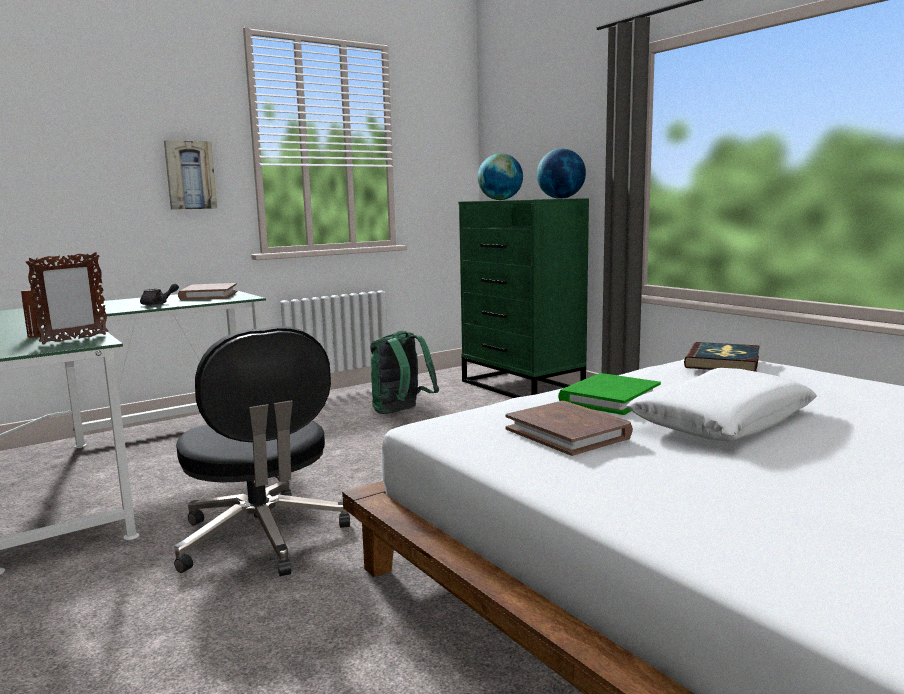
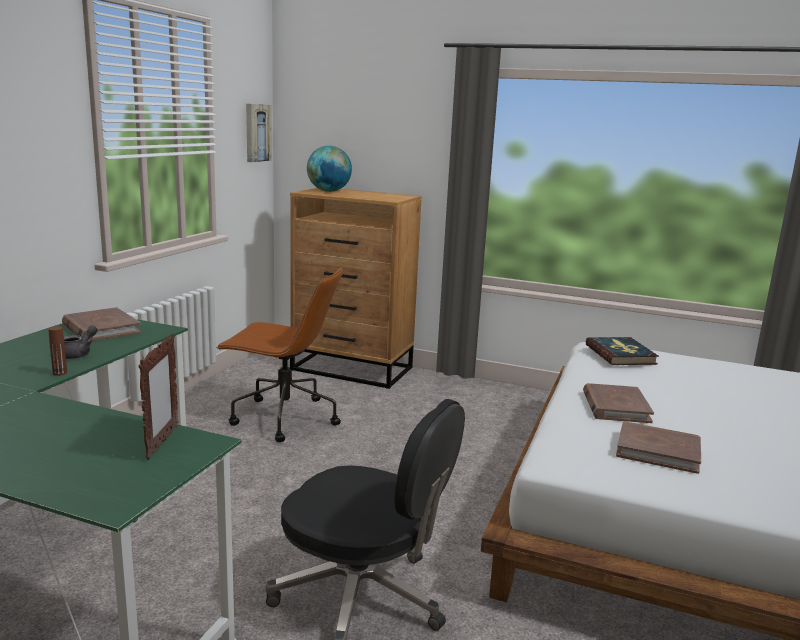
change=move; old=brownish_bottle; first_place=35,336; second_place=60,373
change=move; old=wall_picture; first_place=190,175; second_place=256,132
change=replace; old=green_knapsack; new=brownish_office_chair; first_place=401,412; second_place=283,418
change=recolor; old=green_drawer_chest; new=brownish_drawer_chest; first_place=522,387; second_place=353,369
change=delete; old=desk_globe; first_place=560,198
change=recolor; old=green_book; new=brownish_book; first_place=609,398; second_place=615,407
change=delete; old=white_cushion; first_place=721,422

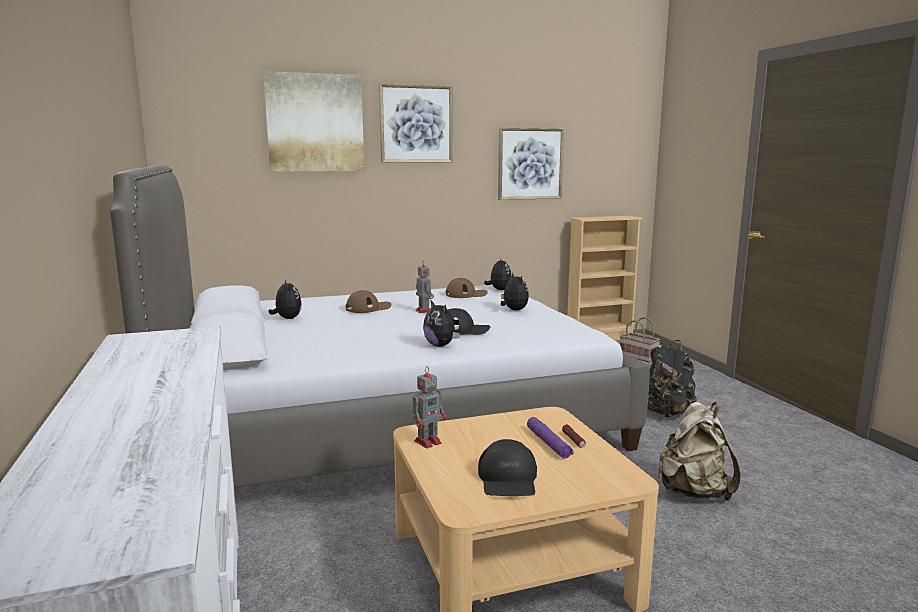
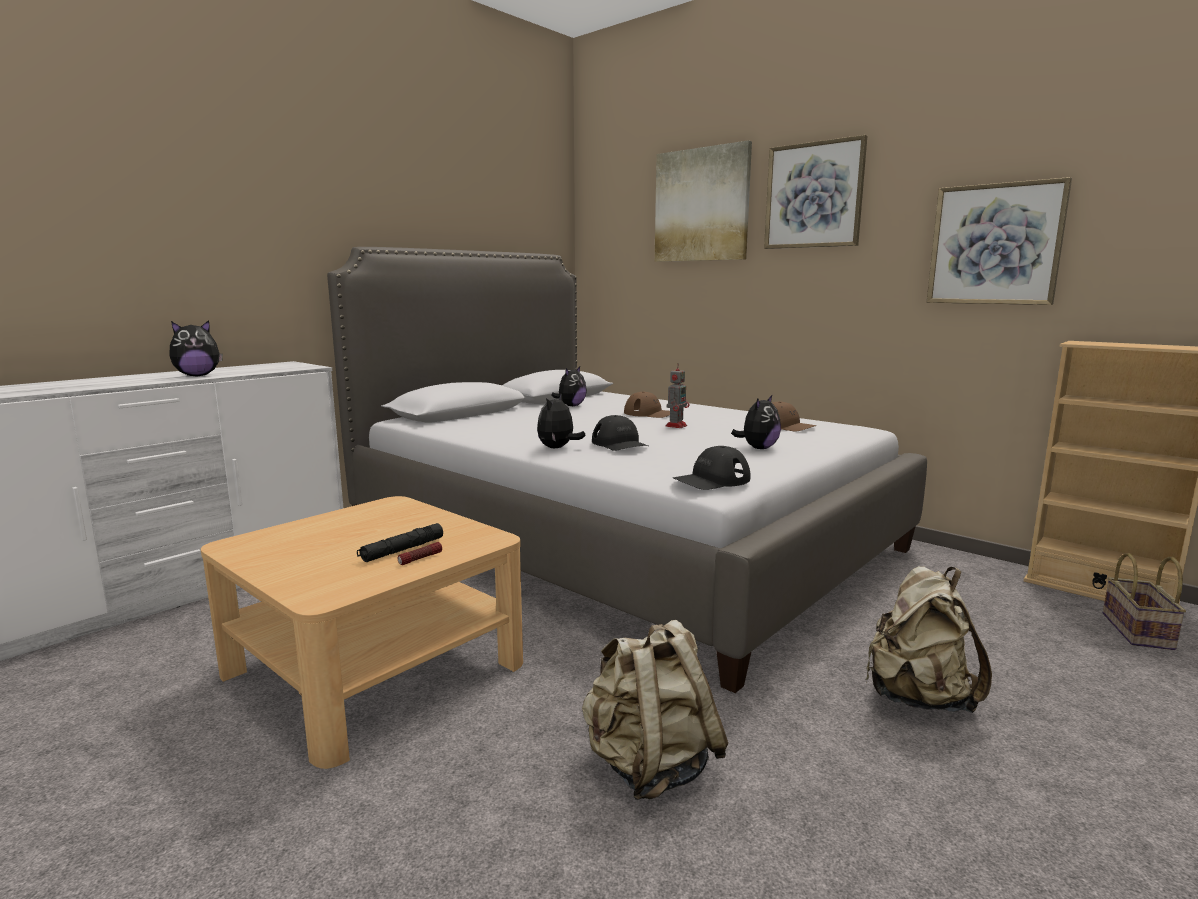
change=delete; old=robot_figure; first_place=429,441
change=move; old=black_peaked_cap; first_place=508,479; second_place=711,480
change=move; old=plush_toy; first_place=499,290; second_place=197,376
change=recolor; old=purple_flashlight; new=black_flashlight; first_place=548,443; second_place=402,550
change=recolor; old=black_knapsack; new=beige-coloured_knapsack; first_place=665,413; second_place=917,698

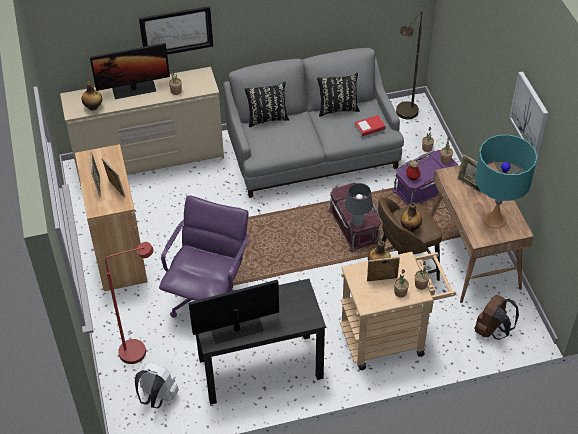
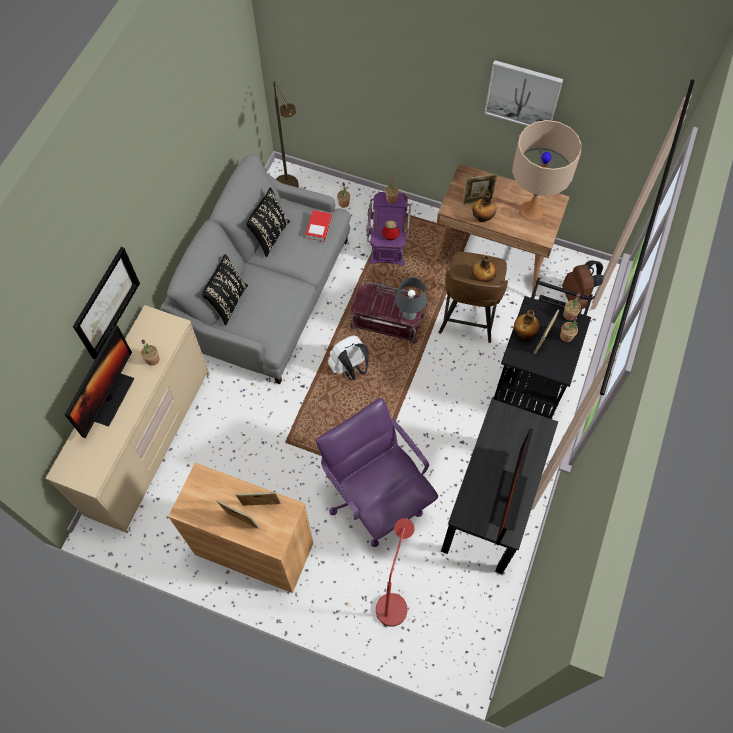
change=move; old=bottle; first_place=93,107; second_place=483,217
change=move; old=white_knapsack; first_place=157,397; second_place=349,368
change=recolor; old=beige-coloured_cart; new=black_cart; first_place=390,337; second_place=531,377
change=recolor; old=blue-green_table_lamp; new=beige-coloured_table_lamp; first_place=494,220; second_place=531,211

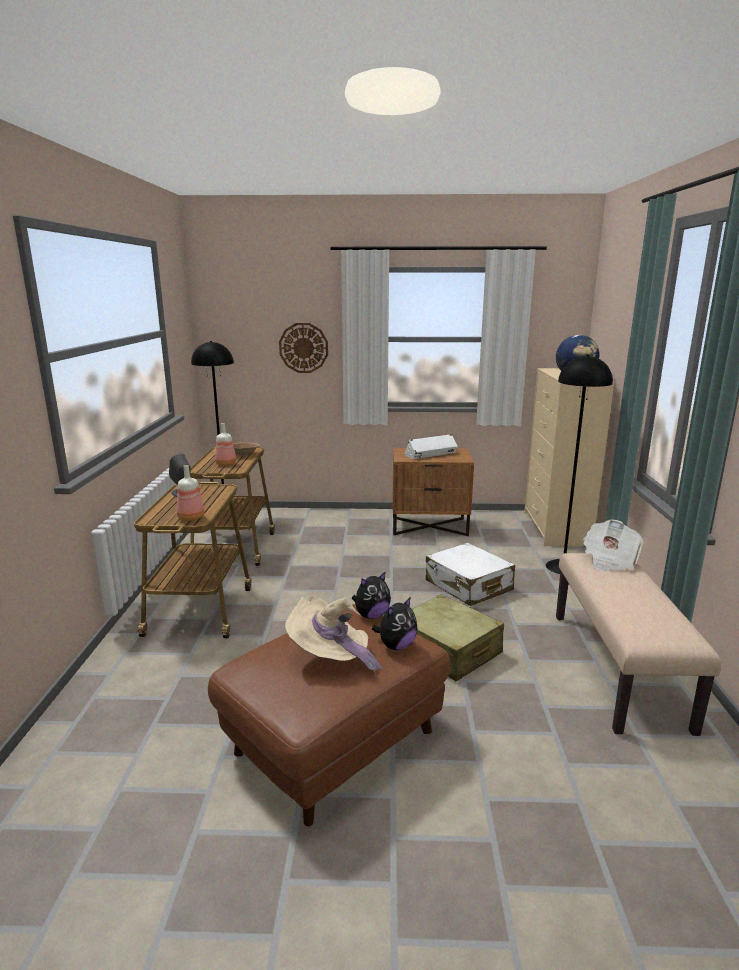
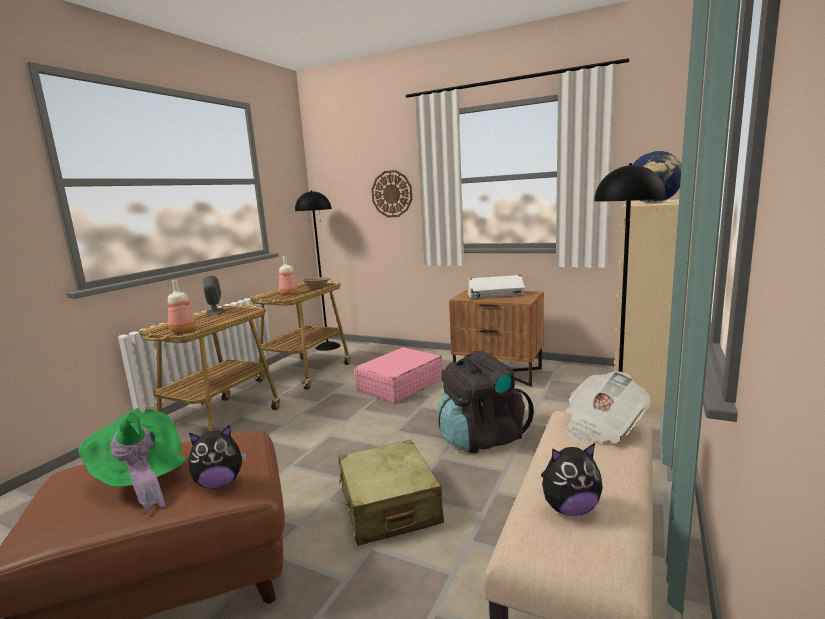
change=recolor; old=beige-coloured_hat; new=green_hat; first_place=331,658; second_place=142,482
change=move; old=plush_toy; first_place=371,615; second_place=569,509
change=replace; old=white_travel_case; new=black_knapsack; first_place=468,586; second_place=481,438
change=insert; new=pink_travel_case; second_place=399,385

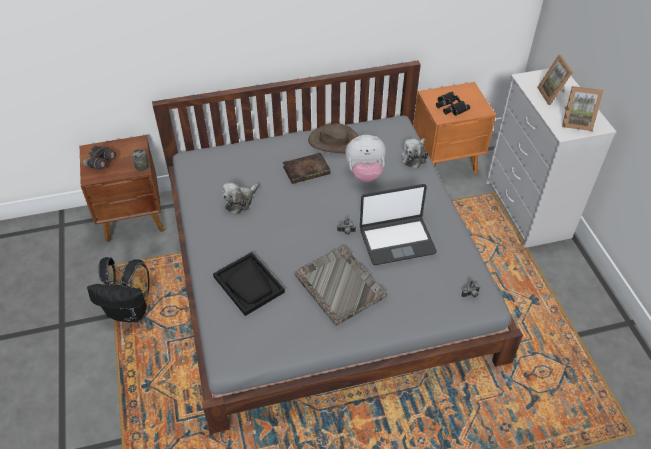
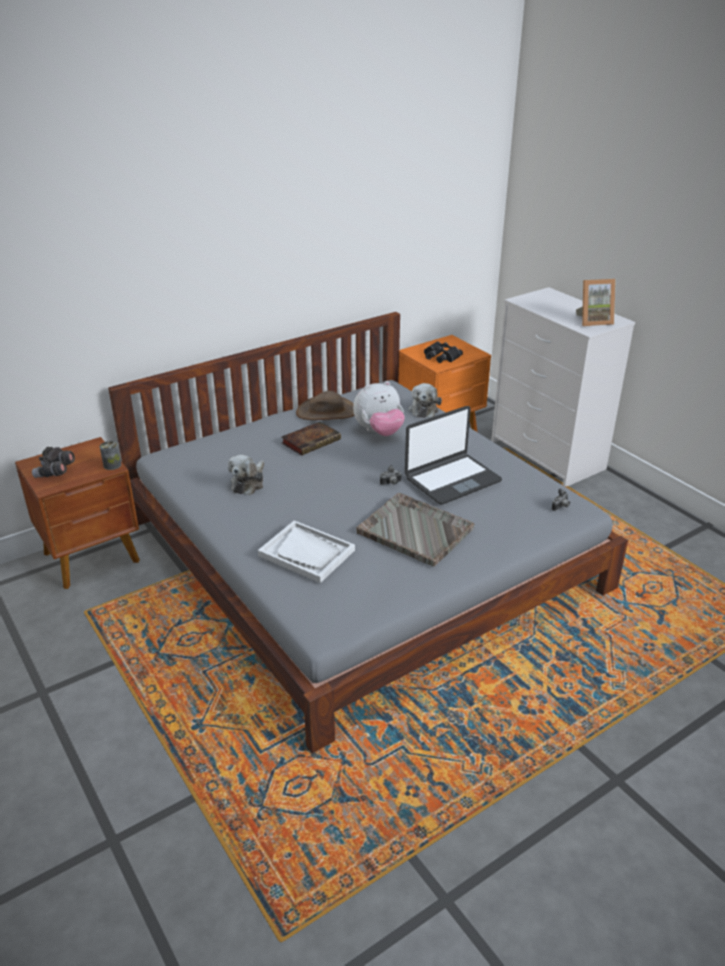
change=delete; old=black_knapsack; first_place=129,311
change=recolor; old=black_tray; new=white_tray; first_place=249,284; second_place=307,553
change=delete; old=standing_frame; first_place=553,95

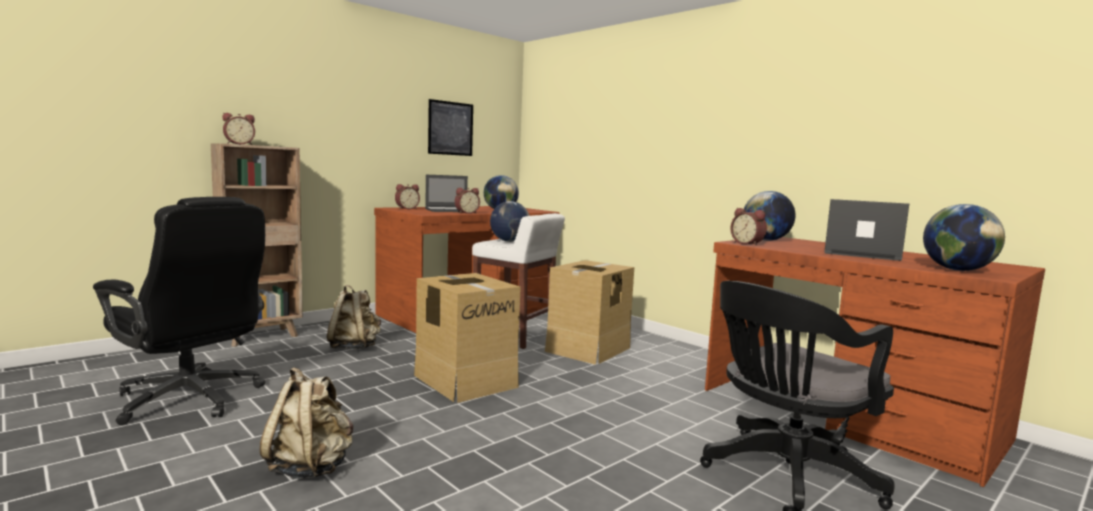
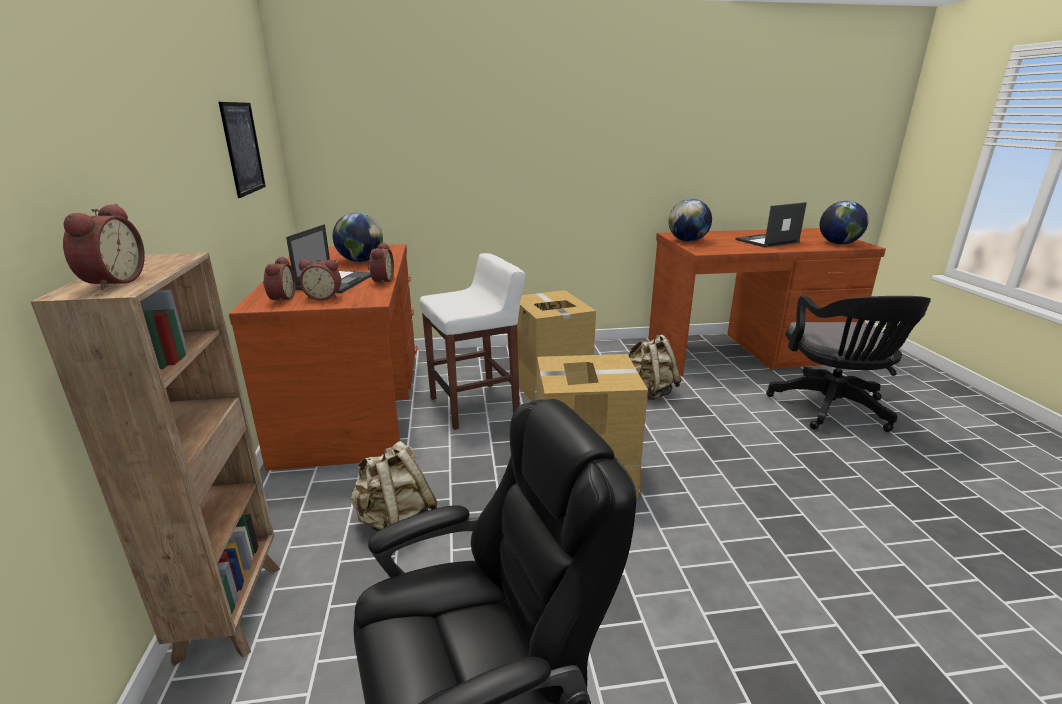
change=move; old=beige-coloured_knapsack; first_place=311,467; second_place=648,392
change=delete; old=desk_globe; first_place=510,241
change=move; old=bedside_clock; first_place=748,243; second_place=324,297

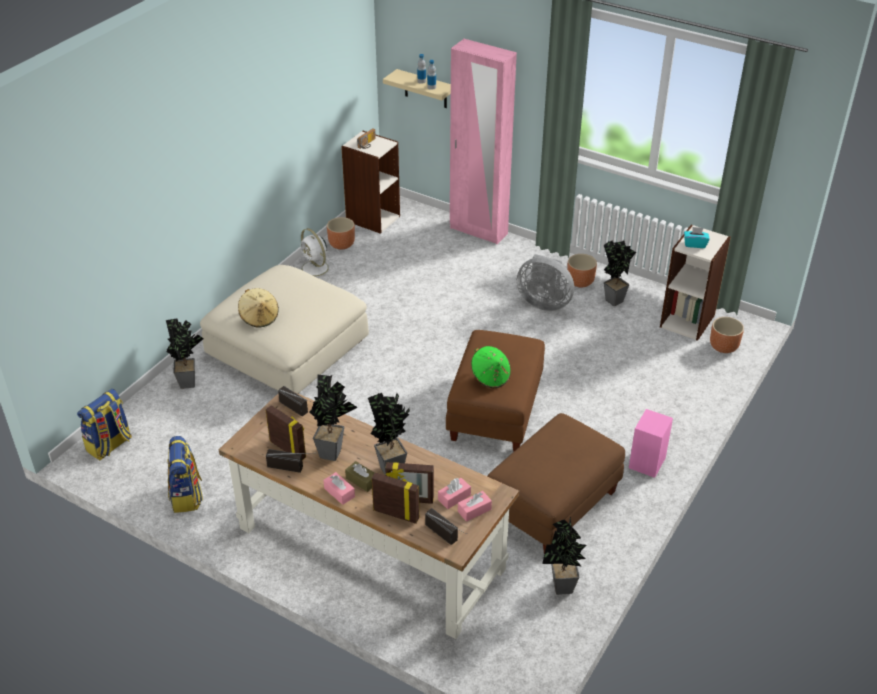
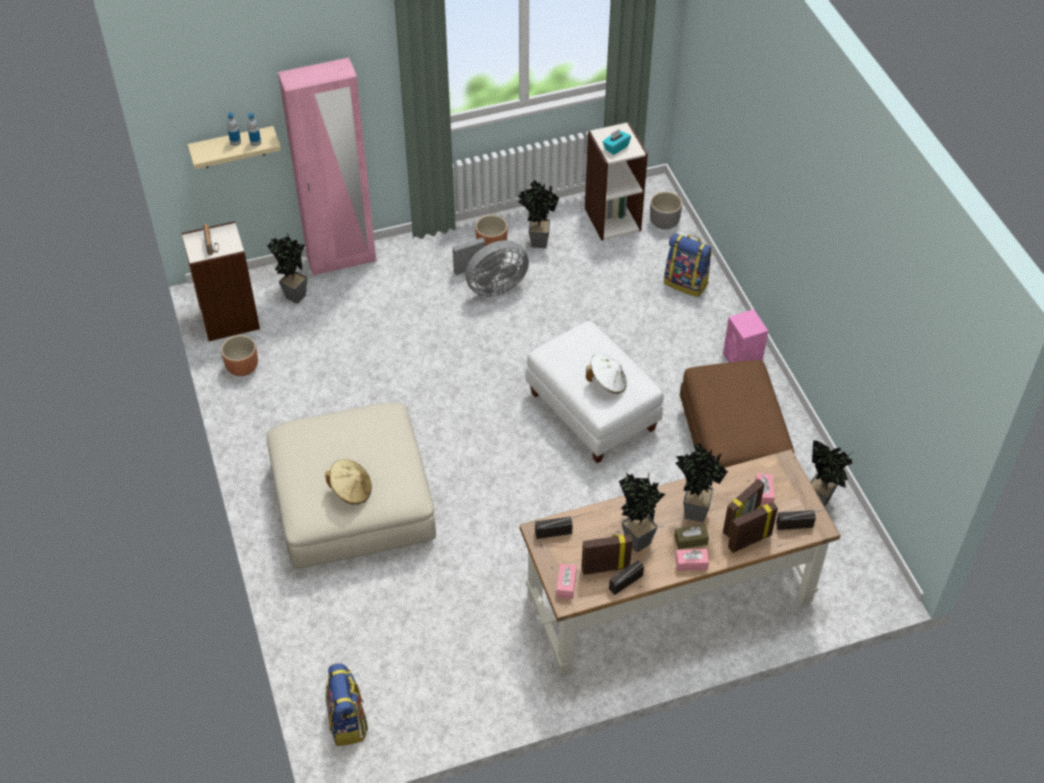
change=move; old=houseplant; first_place=189,381; second_place=294,294
change=move; old=knapsack; first_place=187,496; second_place=686,283
change=delete; old=white_cooling_fan; first_place=315,269
change=recolor; old=brownish_footrest; new=white_footrest; first_place=496,412; second_place=593,411
change=move; old=pink_tissue_box; first_place=474,510; second_place=566,584
change=recolor; old=green_hat; new=white_hat; first_place=490,377; second_place=607,383
change=recolor; old=brownish_planter; new=gray_planter; first_place=723,347; second_place=664,222

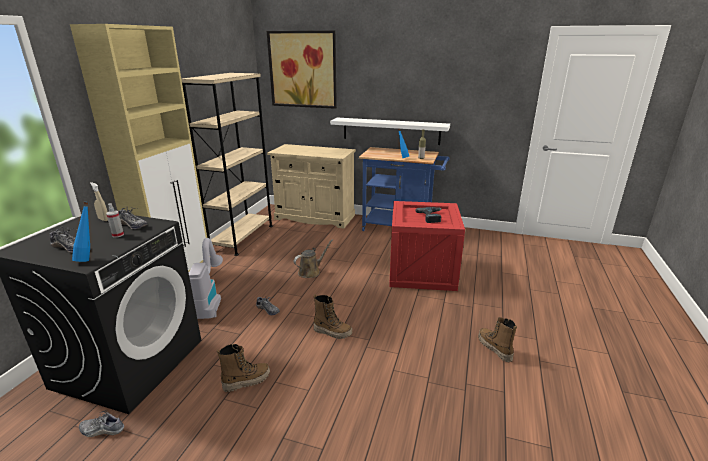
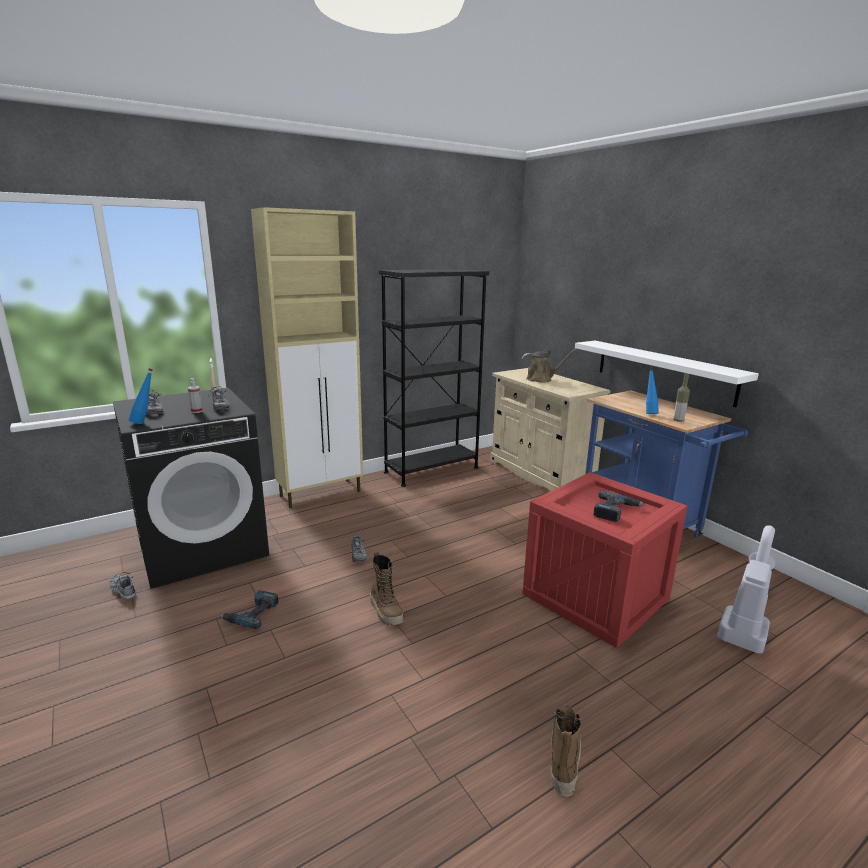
change=recolor; old=beige-coloured_bookcase; new=black_bookcase; first_place=242,237; second_place=431,470
change=move; old=hoover; first_place=209,301; second_place=745,621
change=replace; old=boot; new=electric_drill; first_place=246,381; second_place=252,613
change=delete; old=wall_picture; first_place=303,70
change=move; old=brownish_watering_pot; first_place=311,272; second_place=541,379

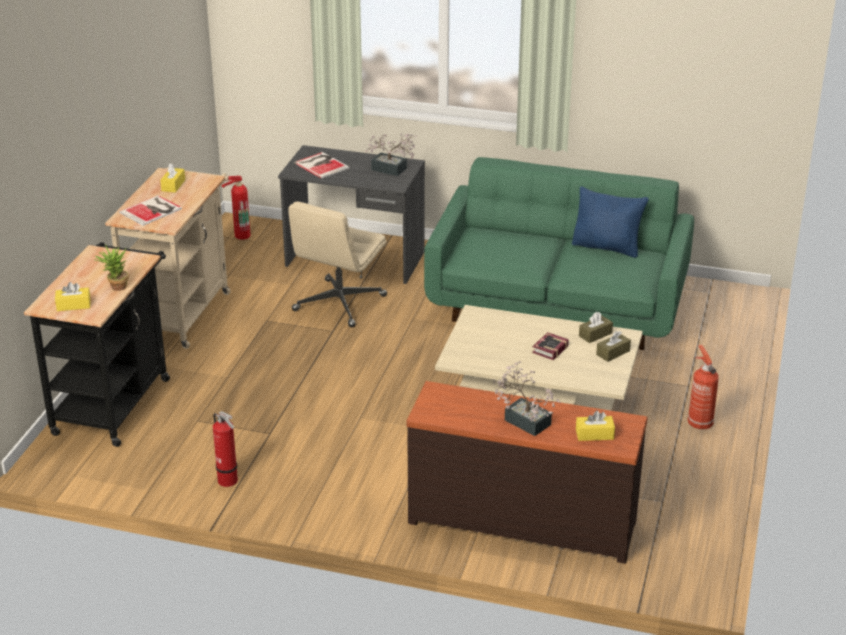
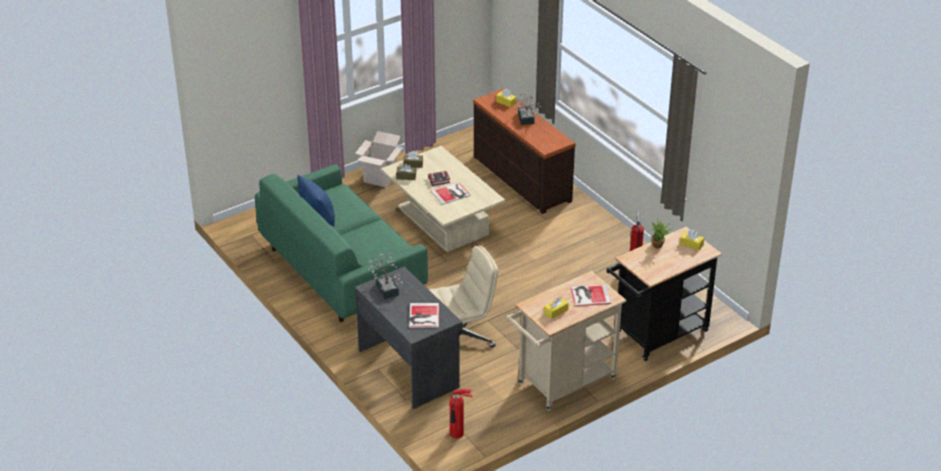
change=replace; old=extinguisher; new=packing_box; first_place=699,423; second_place=380,177
change=insert; new=book; second_place=451,193

